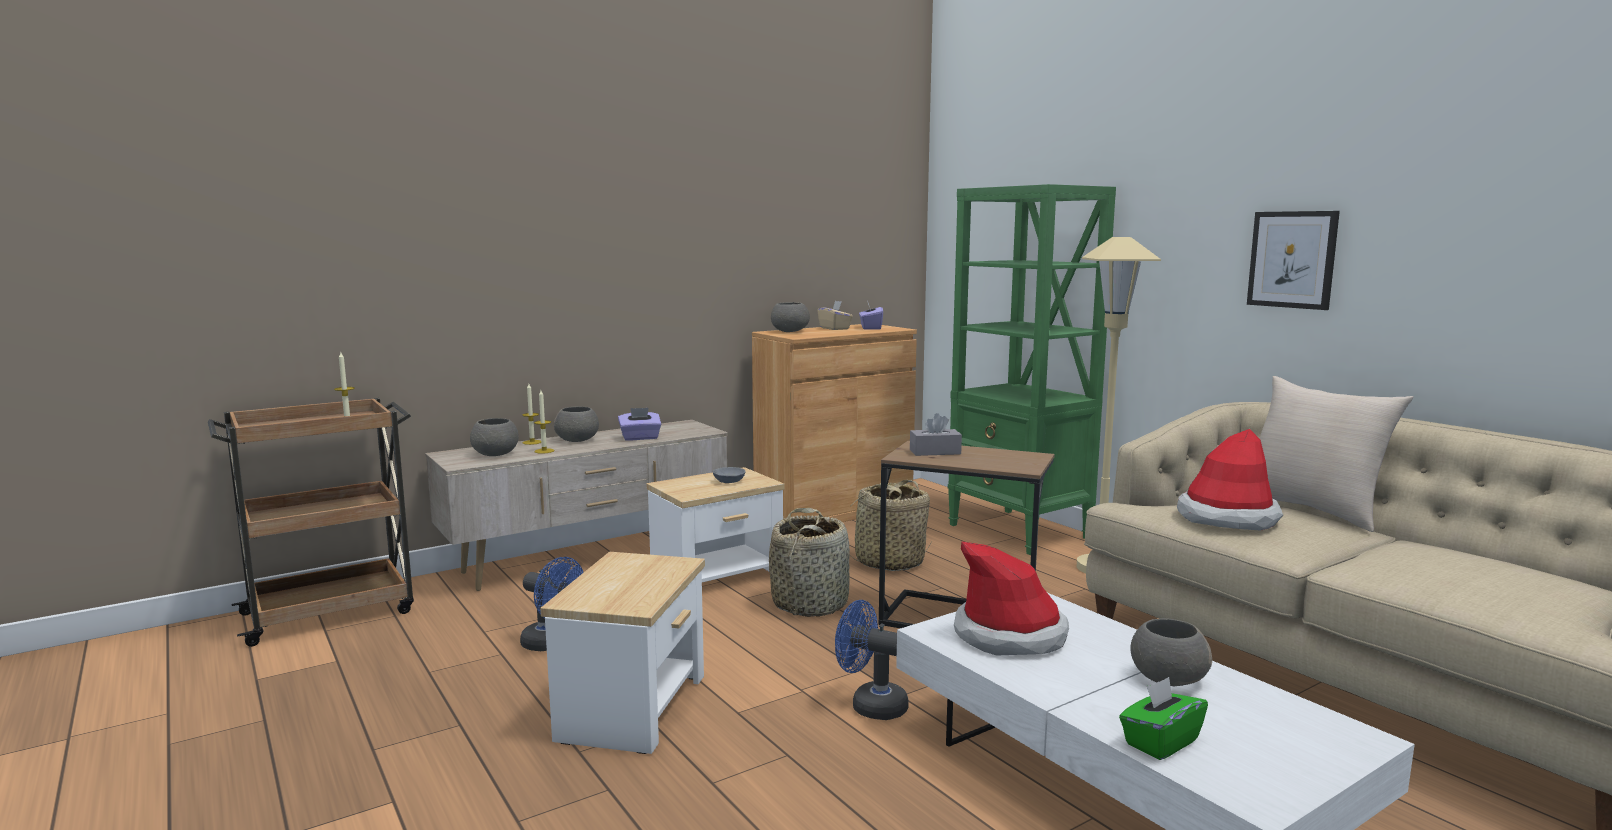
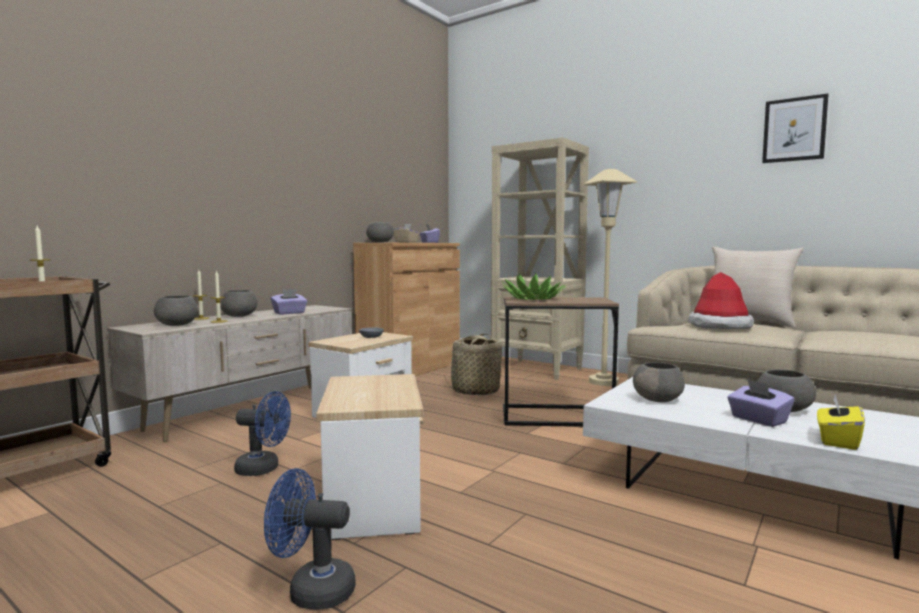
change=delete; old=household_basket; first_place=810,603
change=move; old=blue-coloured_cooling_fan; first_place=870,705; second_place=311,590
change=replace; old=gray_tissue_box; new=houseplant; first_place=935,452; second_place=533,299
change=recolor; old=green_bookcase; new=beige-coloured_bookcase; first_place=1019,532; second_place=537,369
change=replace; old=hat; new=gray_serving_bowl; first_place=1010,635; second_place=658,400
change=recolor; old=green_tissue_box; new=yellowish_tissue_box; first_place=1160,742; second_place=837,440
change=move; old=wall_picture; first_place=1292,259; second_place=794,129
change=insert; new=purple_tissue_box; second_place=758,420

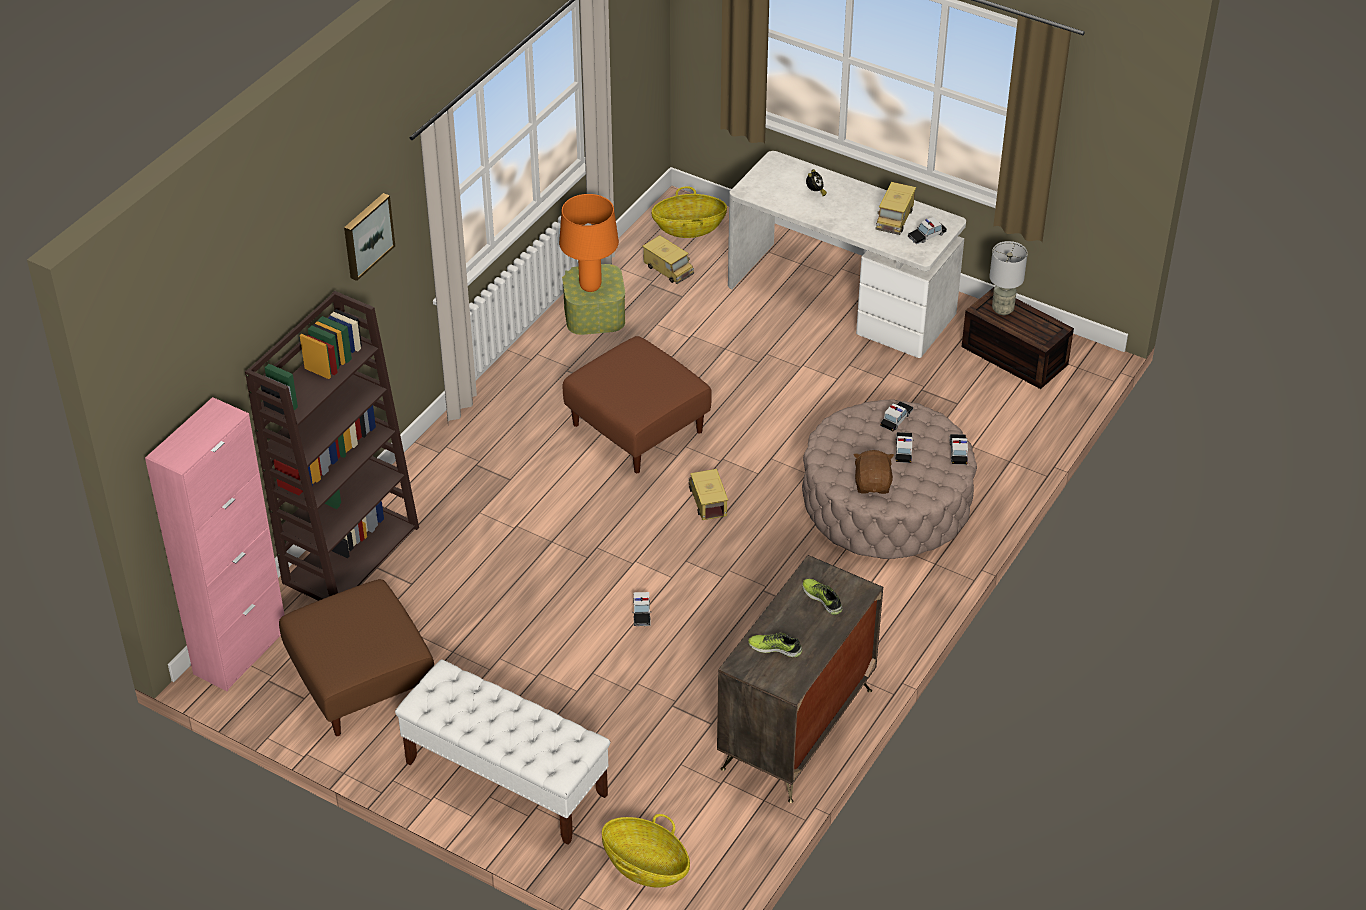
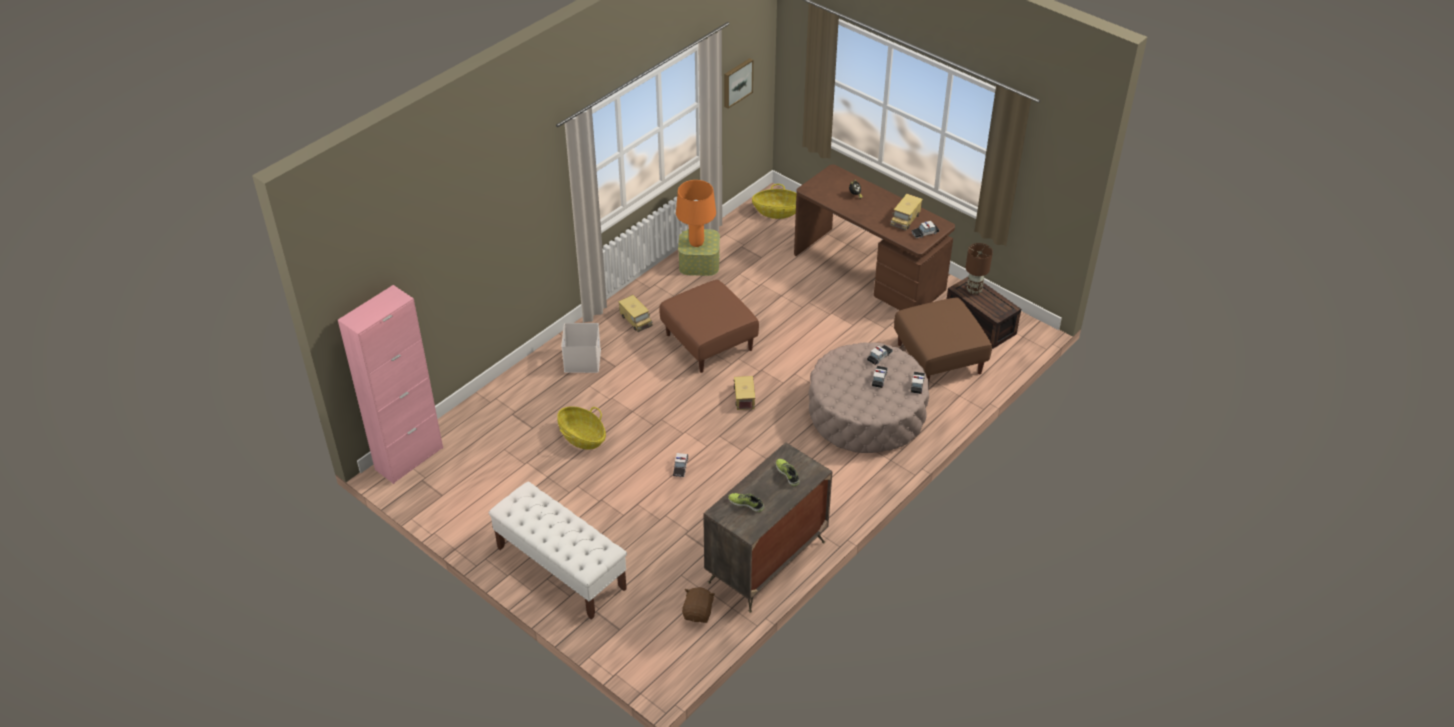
change=delete; old=brownish_bookcase; first_place=351,553
change=move; old=brownish_footrest; first_place=360,681; second_place=938,358
change=move; old=wall_picture; first_place=366,235; second_place=737,82
change=move; old=household_basket; first_place=646,866; second_place=582,437
change=move; old=toy_lorry; first_place=668,269; second_place=635,320
change=recolor; old=white_desk_unit; new=brownish_desk_unit; first_place=841,299; second_place=869,271
change=move; old=brownish_plush_toy; first_place=873,484; second_place=698,613
change=recolor; old=gray_table_lamp; new=brownish_table_lamp; first_place=1002,309; second_place=973,290
change=insert; new=white_storage_bin; second_place=581,359

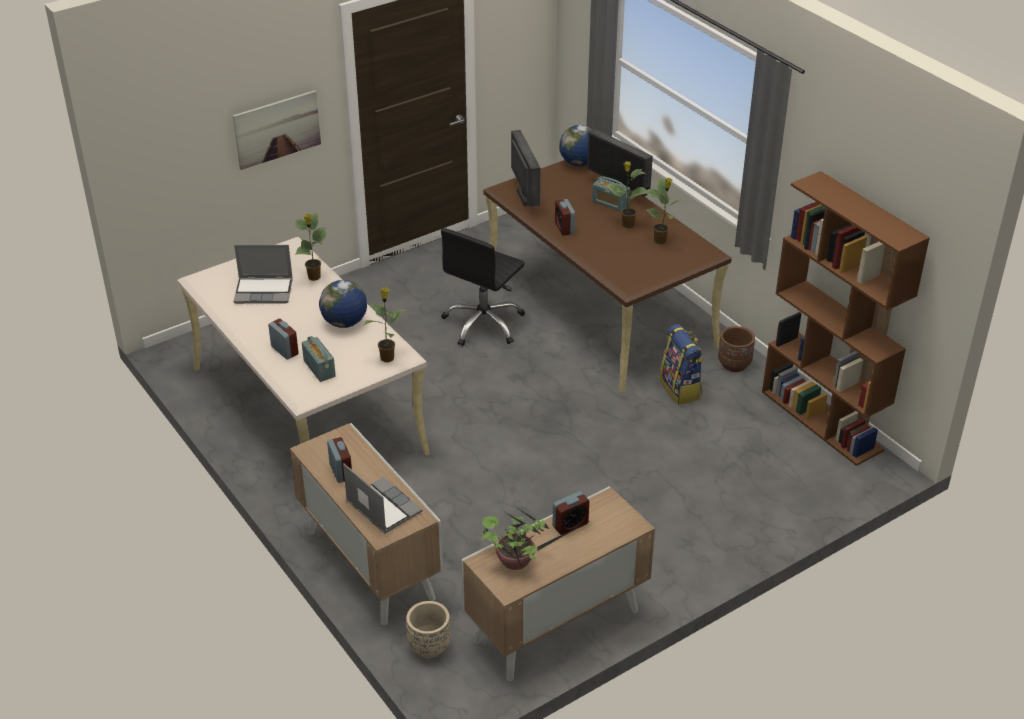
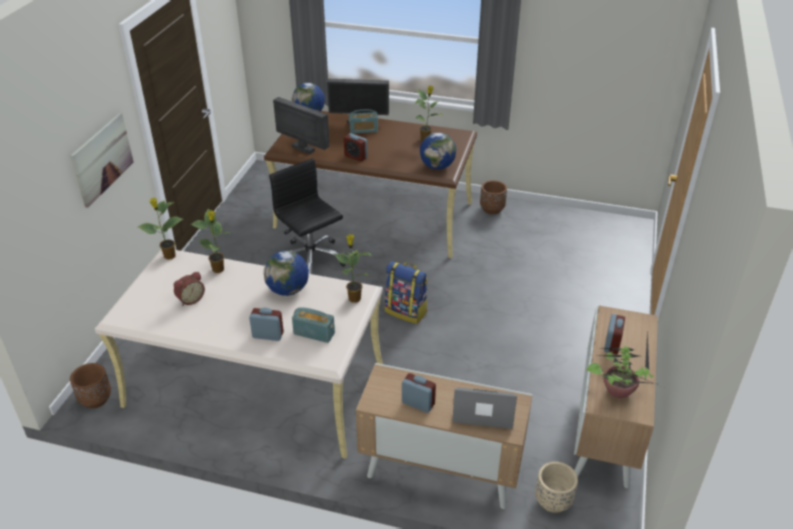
change=replace; old=laptop; new=bedside_clock; first_place=264,291; second_place=190,299
change=rotate; old=black_office_chair; first_place=484,324; second_place=311,259; degrees=150
change=move; old=houseplant; first_place=627,225; second_place=169,256
change=move; old=knapsack; first_place=681,389; second_place=406,311
change=delete; old=brownish_bookcase; first_place=822,421
change=insert; new=brownish_planter; second_place=95,399
change=insert; new=desk_globe; second_place=437,166

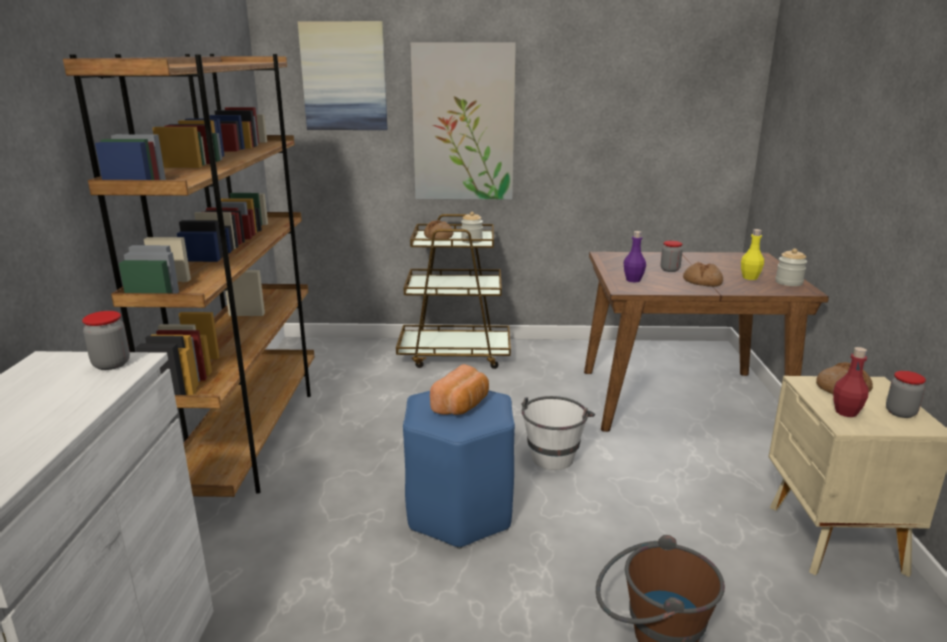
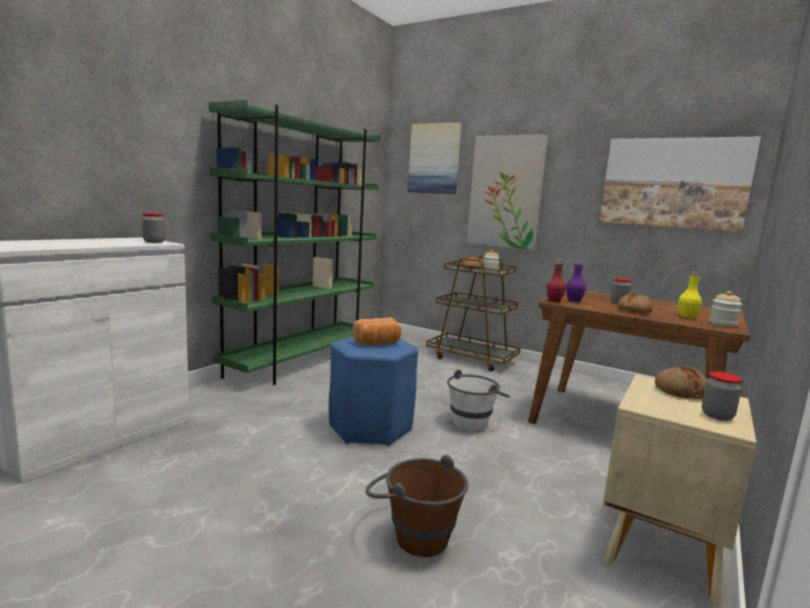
change=recolor; old=brownish_bookcase; new=green_bookcase; first_place=251,437; second_place=301,362
change=move; old=reddish_bottle; first_place=846,412; second_place=554,301
change=insert; new=wall_picture; second_place=673,183

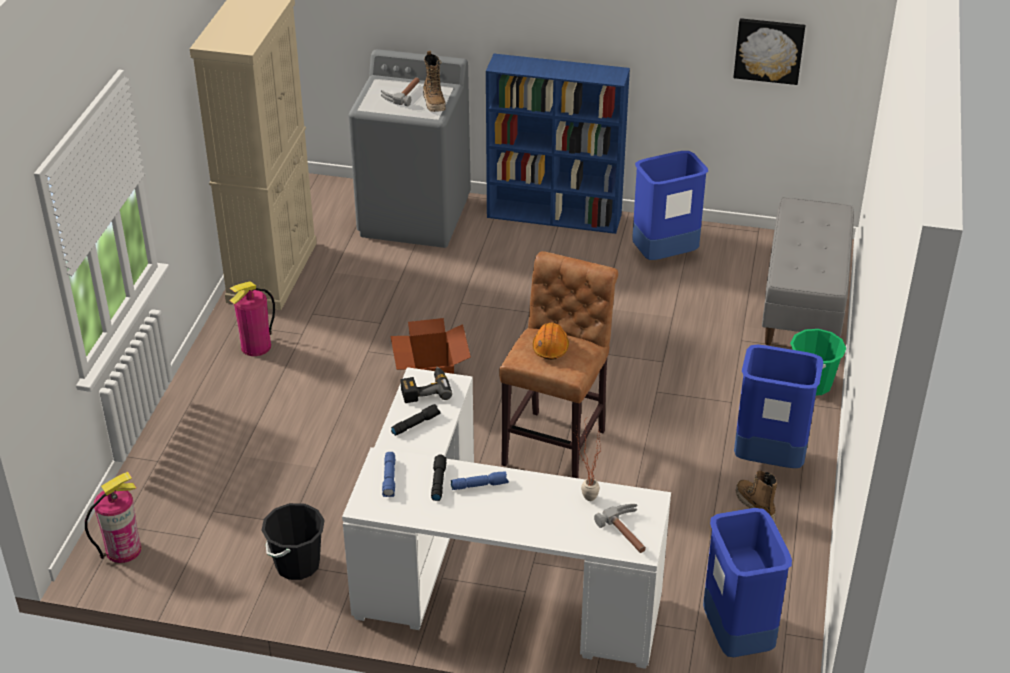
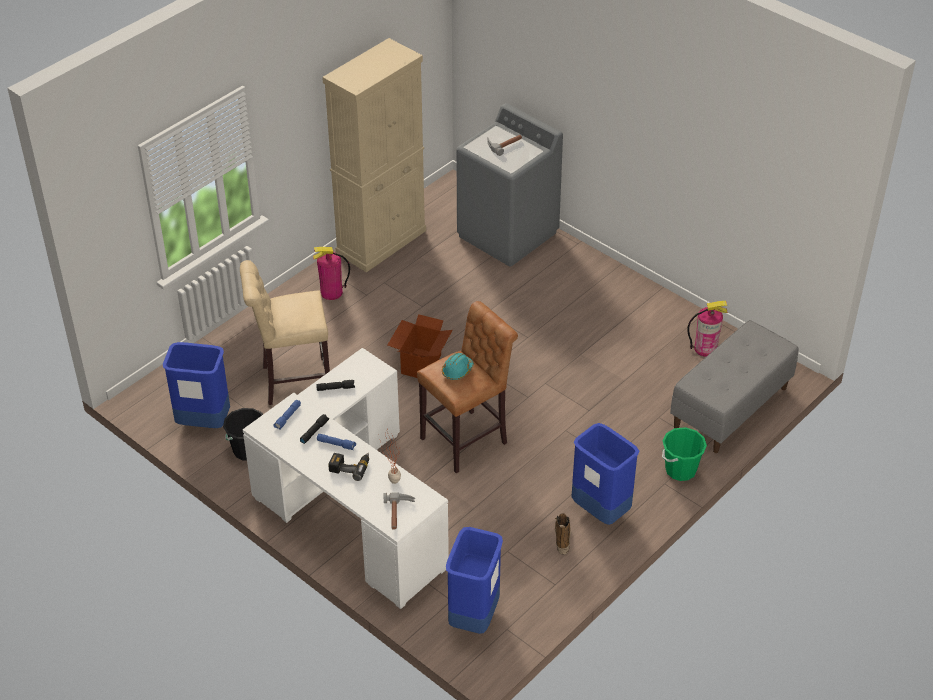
change=move; old=extinguisher; first_place=123,549; second_place=705,348
change=move; old=electric_drill; first_place=425,389; second_place=350,466
change=delete; old=boot; first_place=434,103
change=delete; old=blue-coloured_bookcase; first_place=555,216
change=recolor; old=orange-coloured_hard_hat; new=blue-green_hard_hat; first_place=550,347; second_place=457,370
change=move; old=blue-coloured_rubbish_bin; first_place=664,256; second_place=203,422
change=delete; old=wall_picture; first_place=769,50
change=insert; new=beige-coloured_stool; second_place=292,382

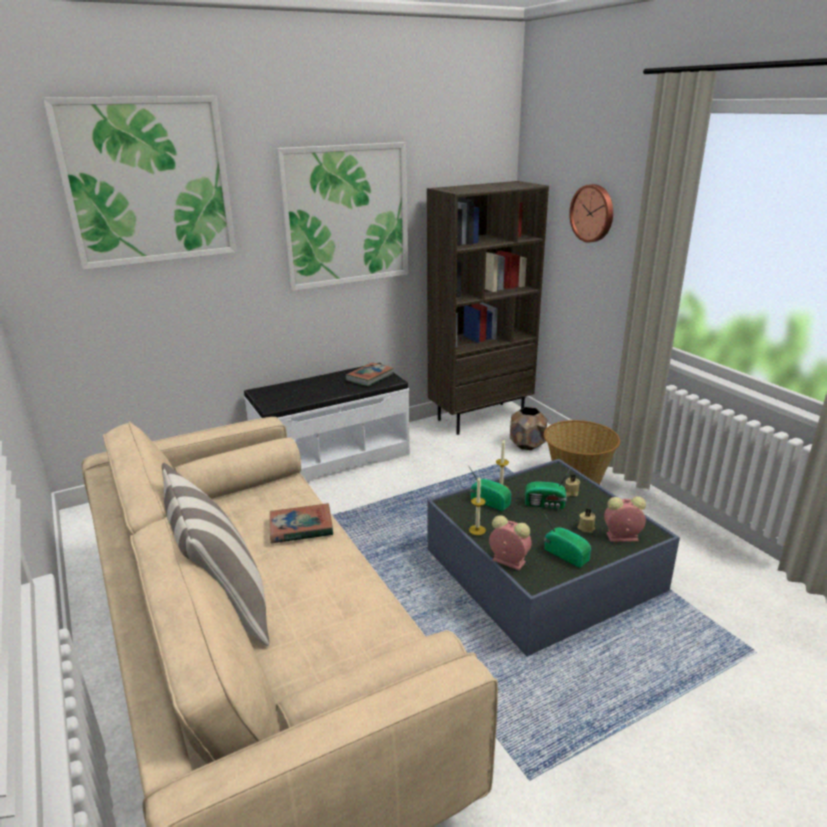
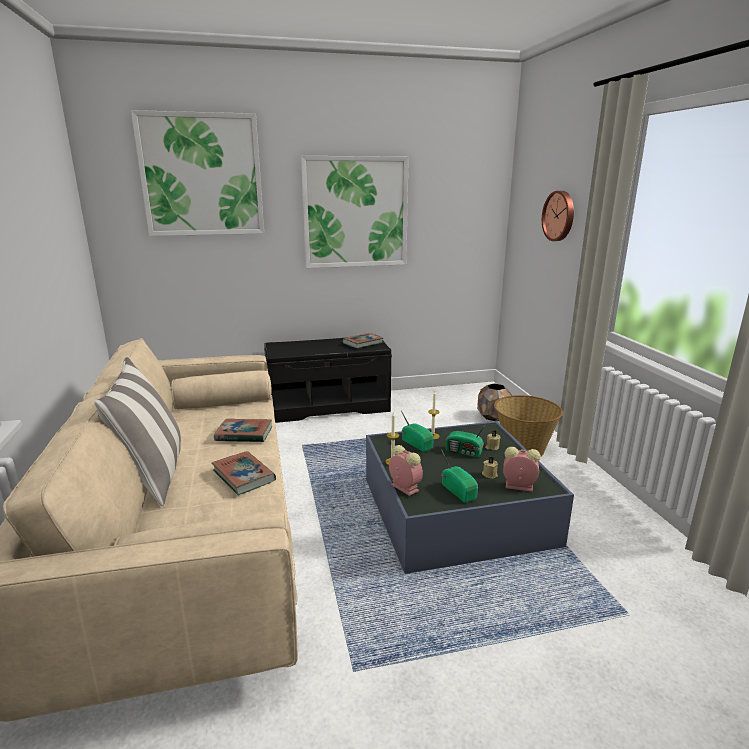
change=recolor; old=white_bench; new=black_bench; first_place=331,458; second_place=328,406
change=delete; old=brownish_bookcase; first_place=480,417
change=insert; new=book; second_place=243,476

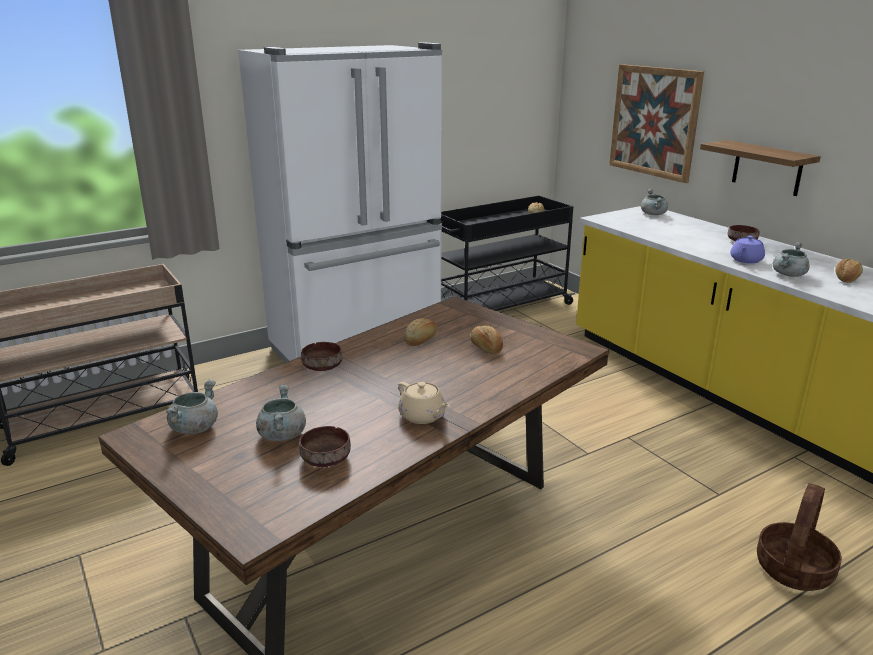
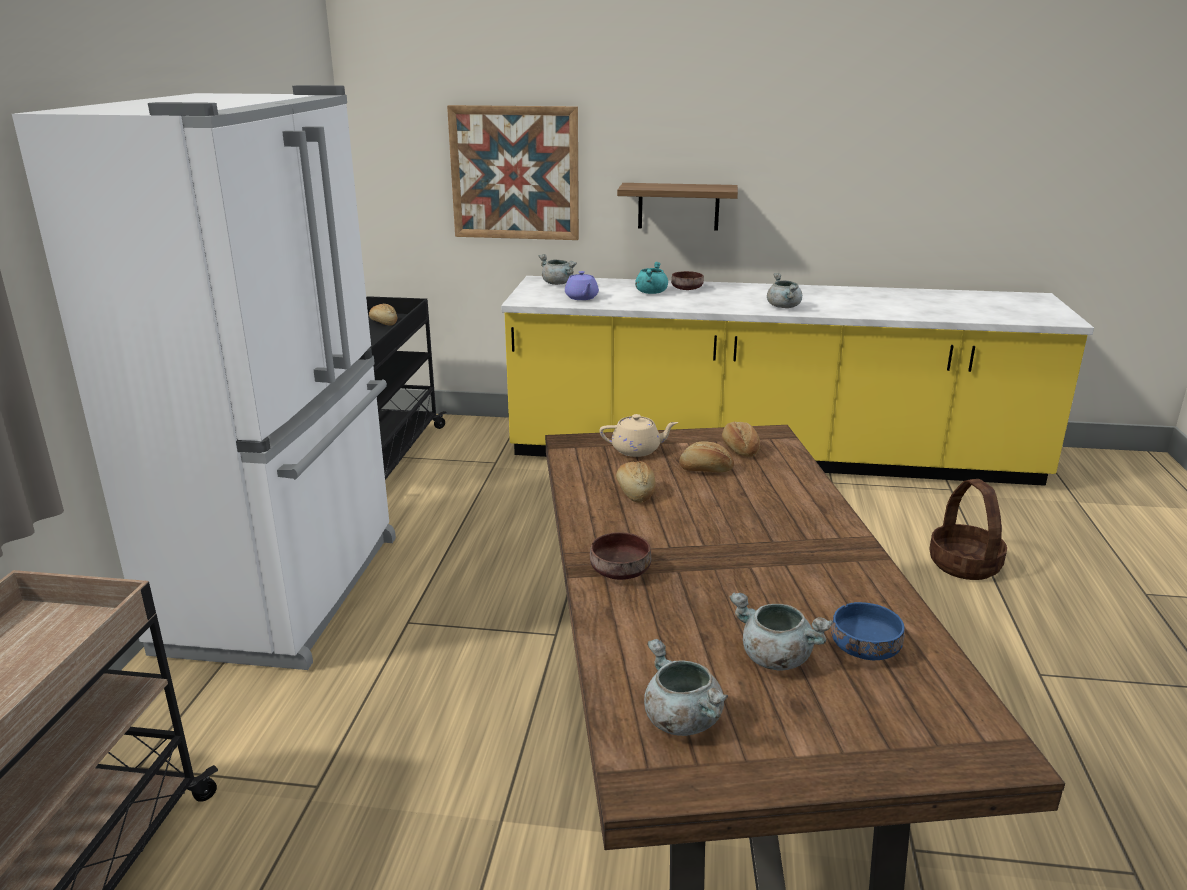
change=recolor; old=brownish_serving_bowl; new=blue-coloured_serving_bowl; first_place=324,459; second_place=865,649
change=move; old=beige-coloured_teapot; first_place=423,416; second_place=637,450
change=move; old=purple_teapot; first_place=745,260; second_place=582,298
change=move; old=baked_bread; first_place=846,279; second_place=739,449
change=insert; new=blue-green_cooking_pot; second_place=651,292

